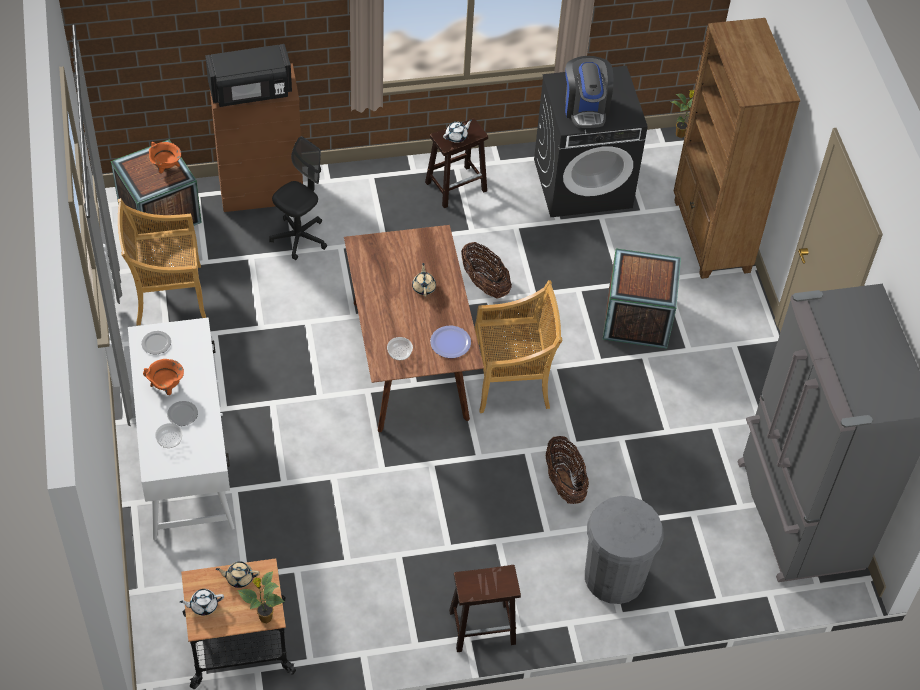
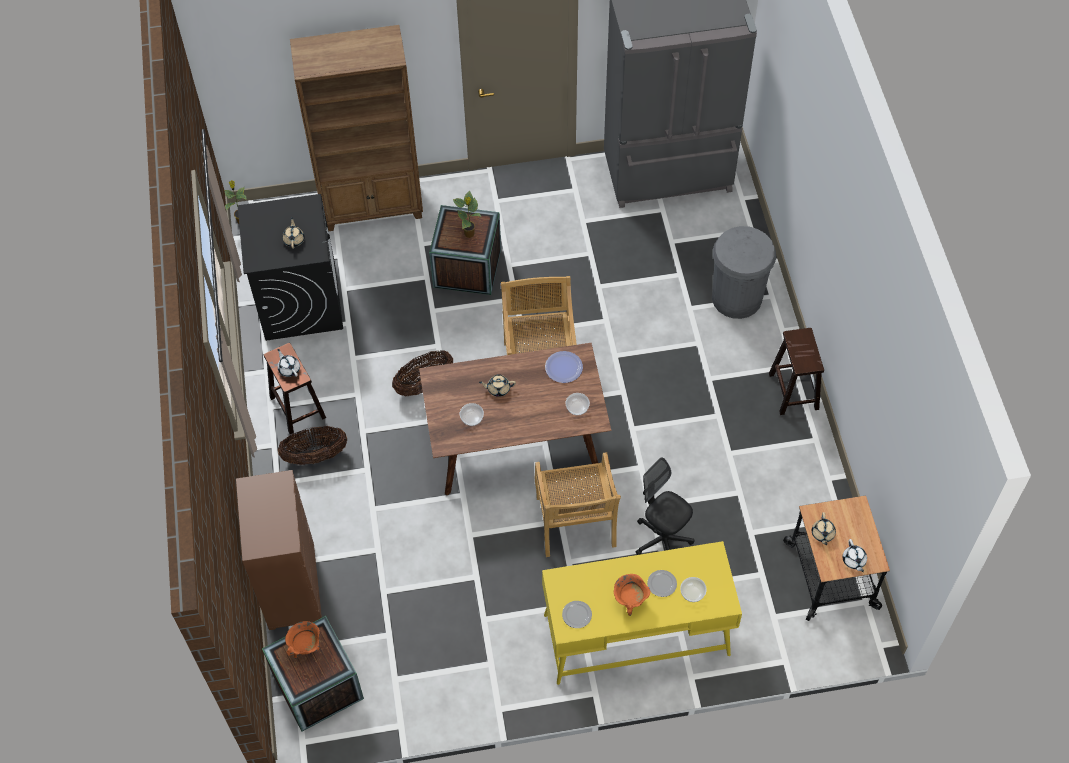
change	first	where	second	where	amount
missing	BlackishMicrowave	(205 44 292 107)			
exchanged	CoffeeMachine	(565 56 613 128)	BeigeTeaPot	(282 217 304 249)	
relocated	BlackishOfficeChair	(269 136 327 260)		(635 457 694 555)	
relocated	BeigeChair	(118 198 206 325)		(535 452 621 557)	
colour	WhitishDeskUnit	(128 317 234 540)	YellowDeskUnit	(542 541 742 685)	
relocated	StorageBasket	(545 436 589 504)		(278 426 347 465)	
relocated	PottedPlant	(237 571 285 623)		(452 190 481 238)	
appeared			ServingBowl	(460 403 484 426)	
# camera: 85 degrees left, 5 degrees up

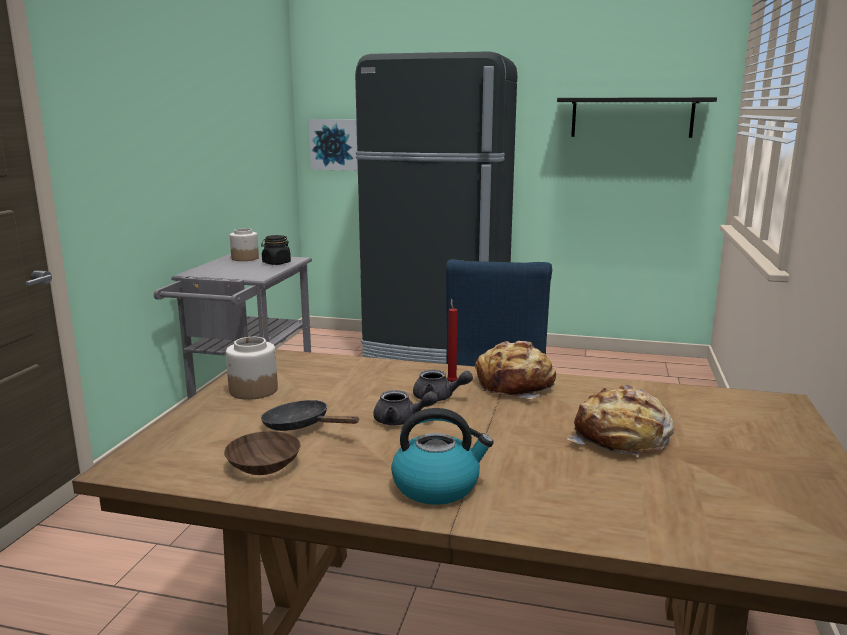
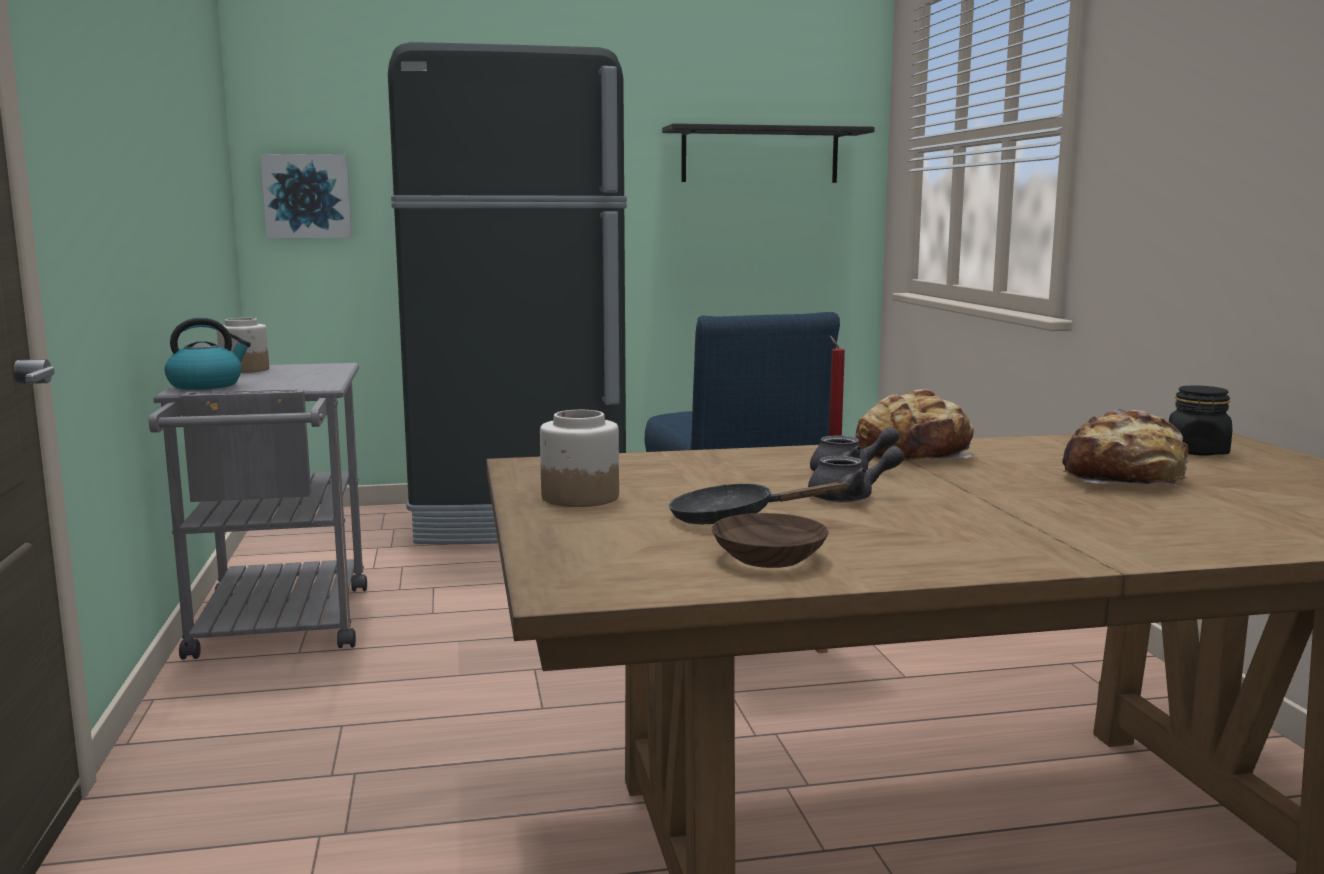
change	first	where	second	where	amount
relocated	BlackishPreserveJar	(261 235 291 265)		(1169 385 1232 456)	
relocated	TeaKettle	(391 408 494 505)		(165 318 251 390)	
# camera: 25 degrees left, 5 degrees down

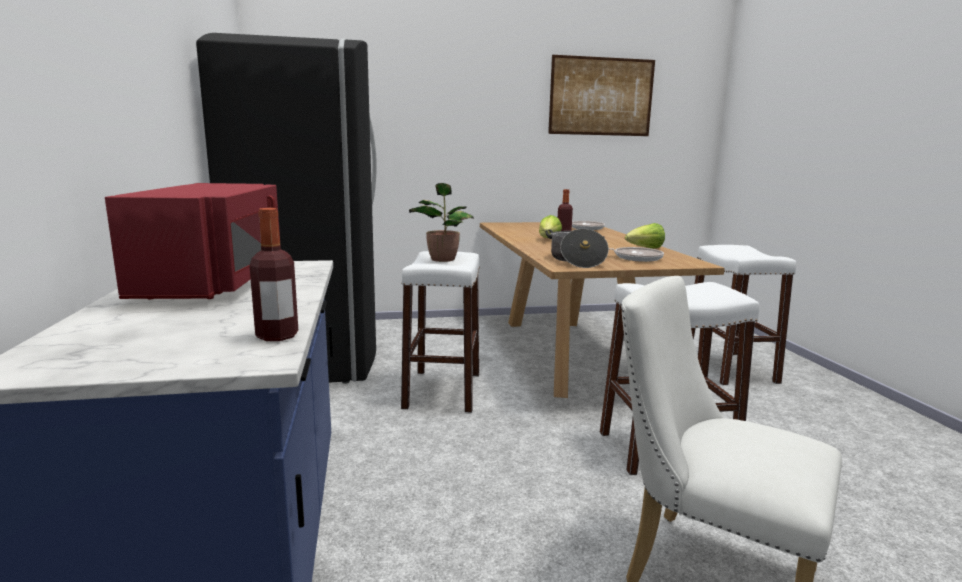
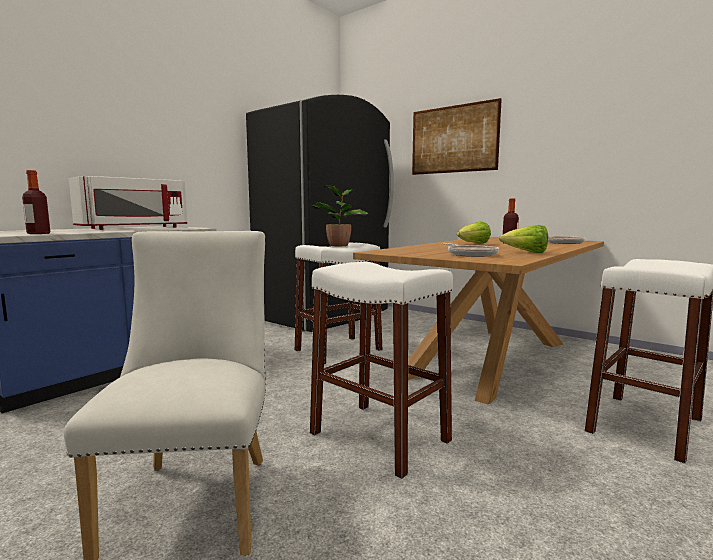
change	first	where	second	where	amount
relocated	WallPicture	(548 55 655 136)		(412 98 502 175)	
colour	RedColouredMicrowave	(105 183 281 300)	WhitishMicrowave	(69 176 188 230)	
missing	Stockpot	(546 229 609 268)			
# camera: 50 degrees right, 5 degrees down

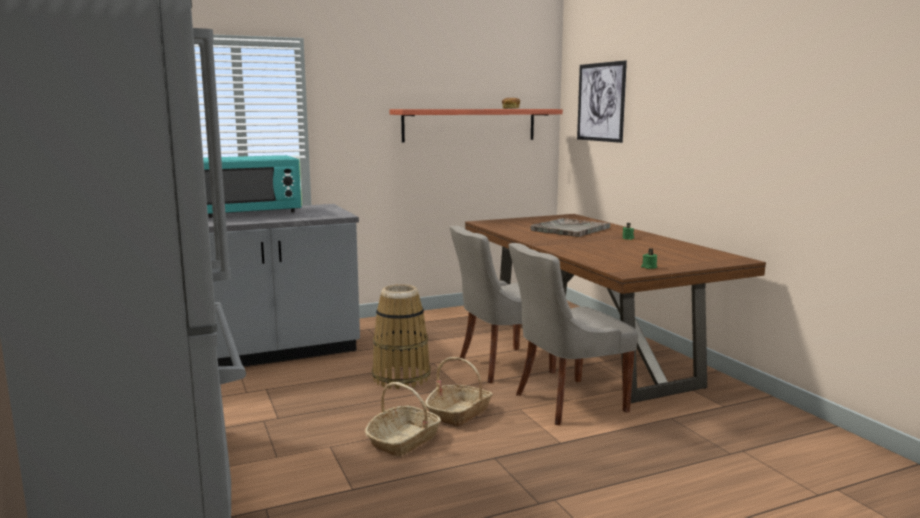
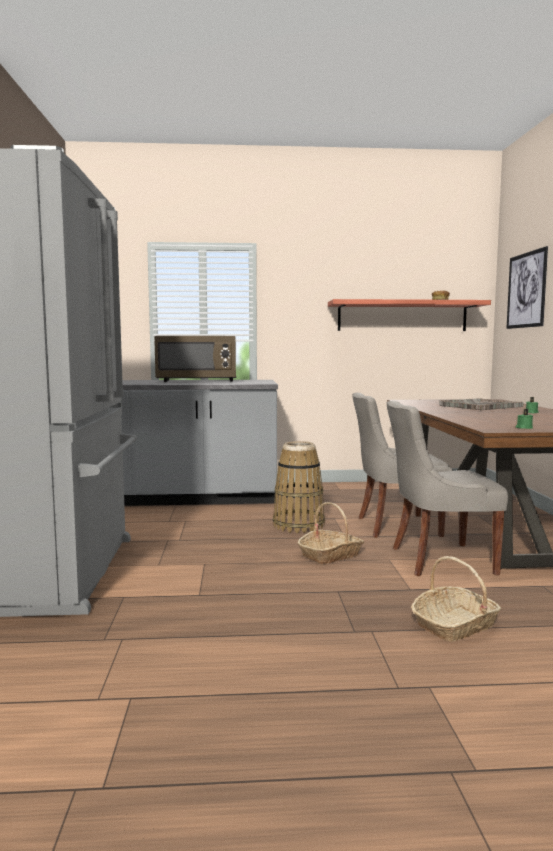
change	first	where	second	where	amount
colour	TurquoiseColouredMicrowave	(203 155 301 218)	BrownColouredMicrowave	(154 336 236 382)	
relocated	StorageBasket	(365 382 441 456)		(411 556 501 642)	
# camera: 20 degrees right, 5 degrees down

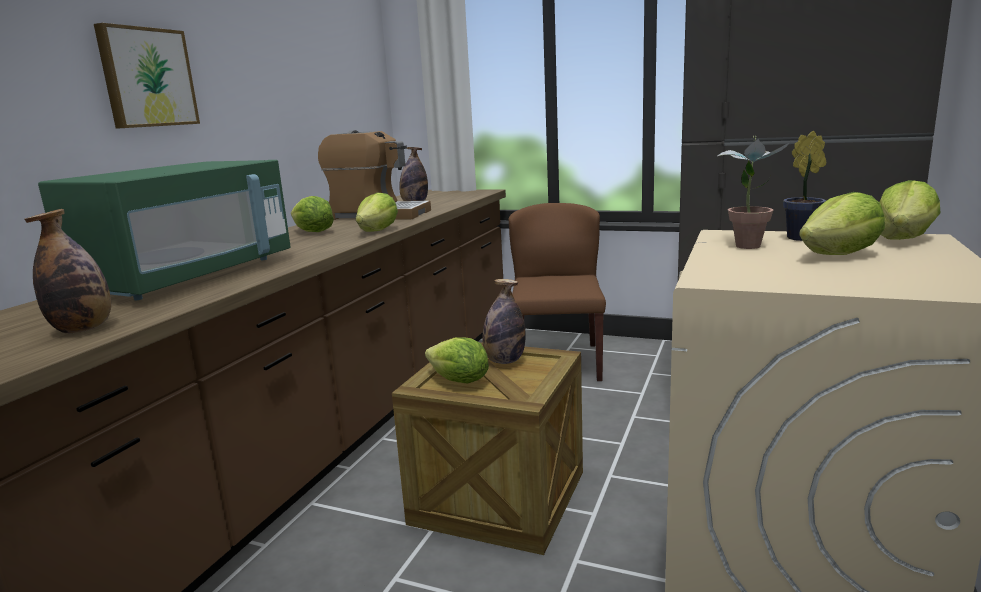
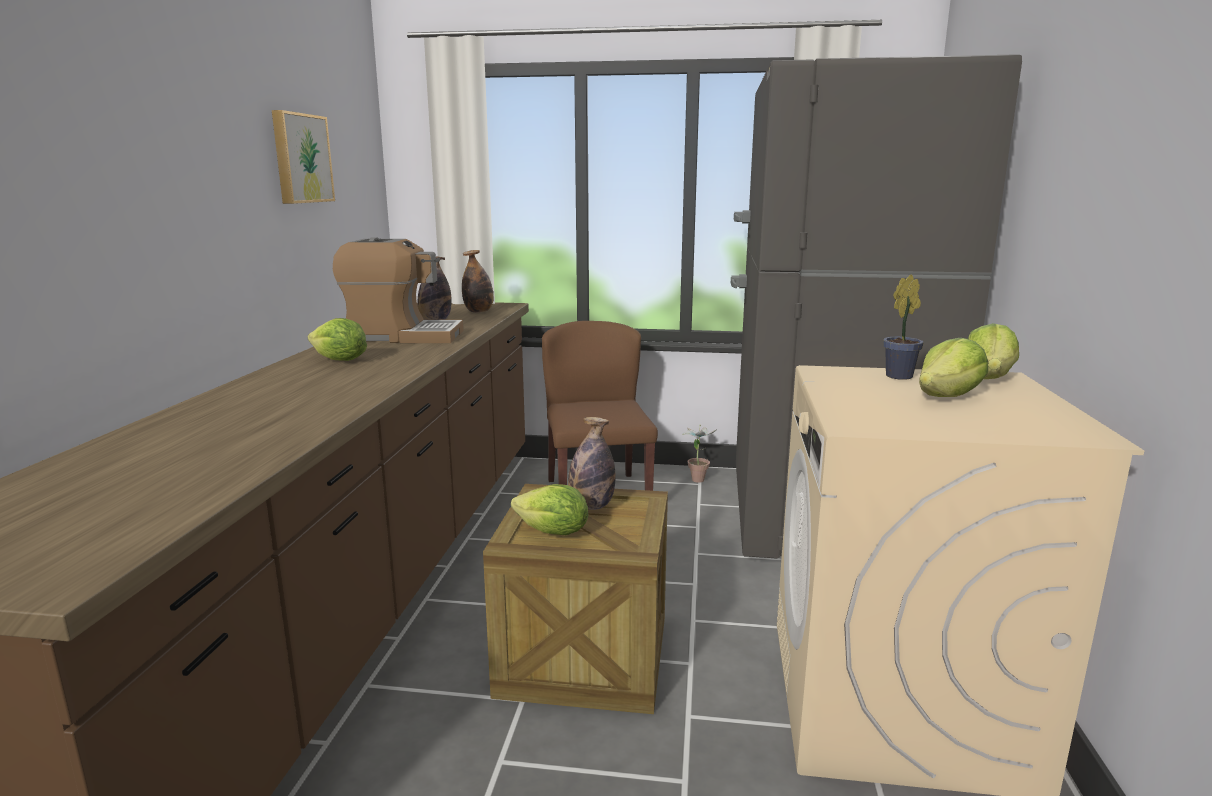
change	first	where	second	where	amount
relocated	WallPicture	(94 23 200 129)		(272 110 335 204)	
relocated	PottedPlant	(717 136 790 249)		(682 424 716 483)	
missing	GreenishMicrowave	(38 160 291 300)			
missing	LettuceHead	(356 193 398 232)			
relocated	Bottle	(25 209 111 333)		(462 250 494 313)	
# camera: 15 degrees left, 0 degrees up

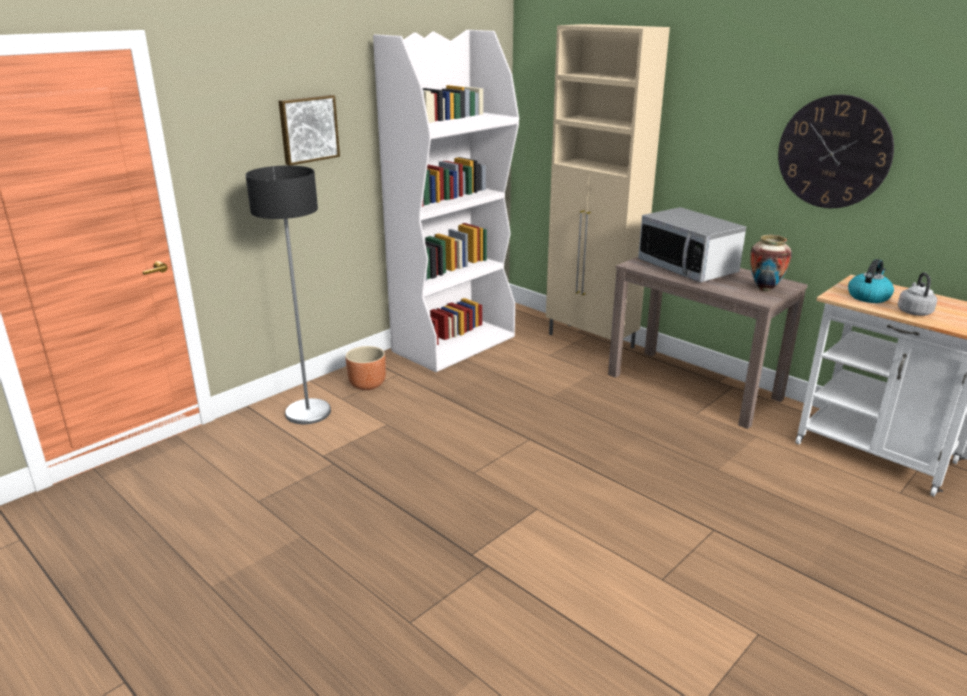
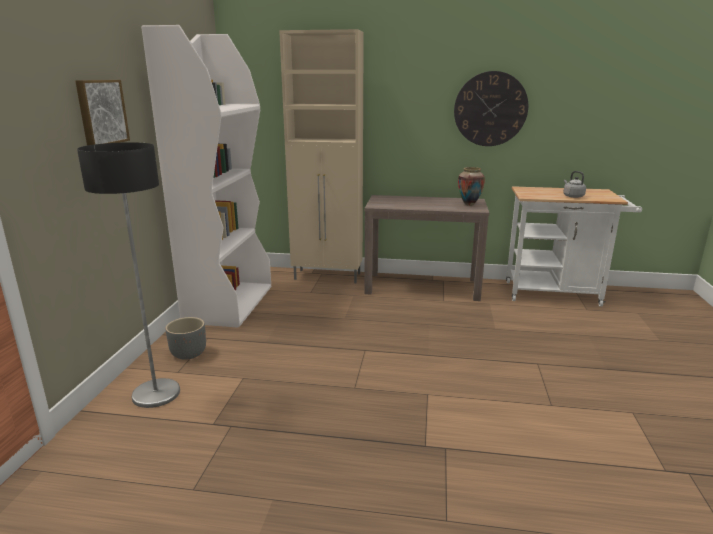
change	first	where	second	where	amount
missing	Microwave	(638 207 746 282)			
missing	TeaKettle	(848 259 894 303)			
colour	BrownColouredPlantPot	(346 346 386 390)	GreyishPlantPot	(166 317 206 360)	
# camera: 35 degrees left, 5 degrees down

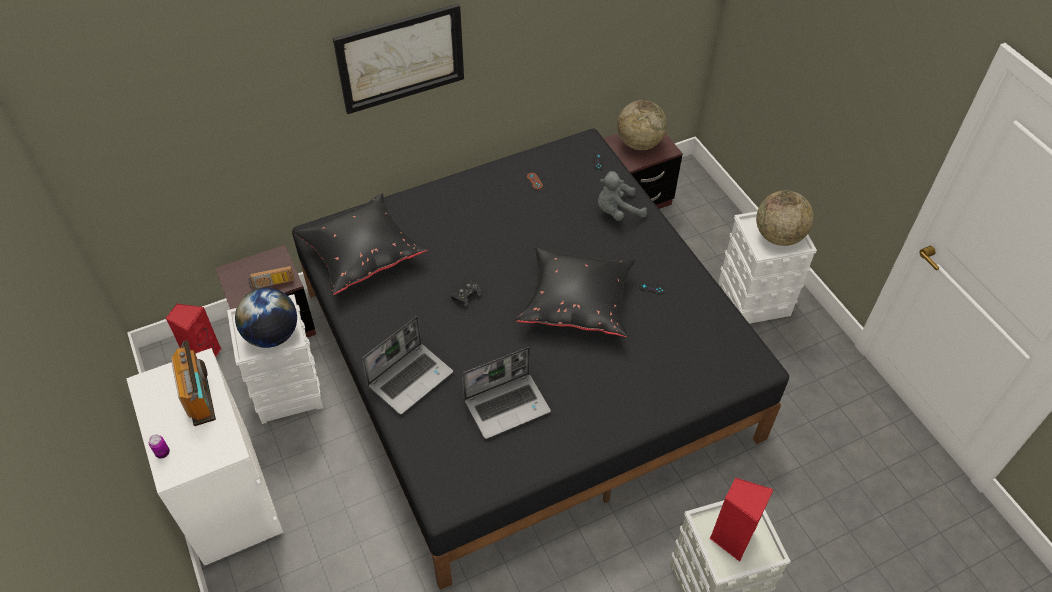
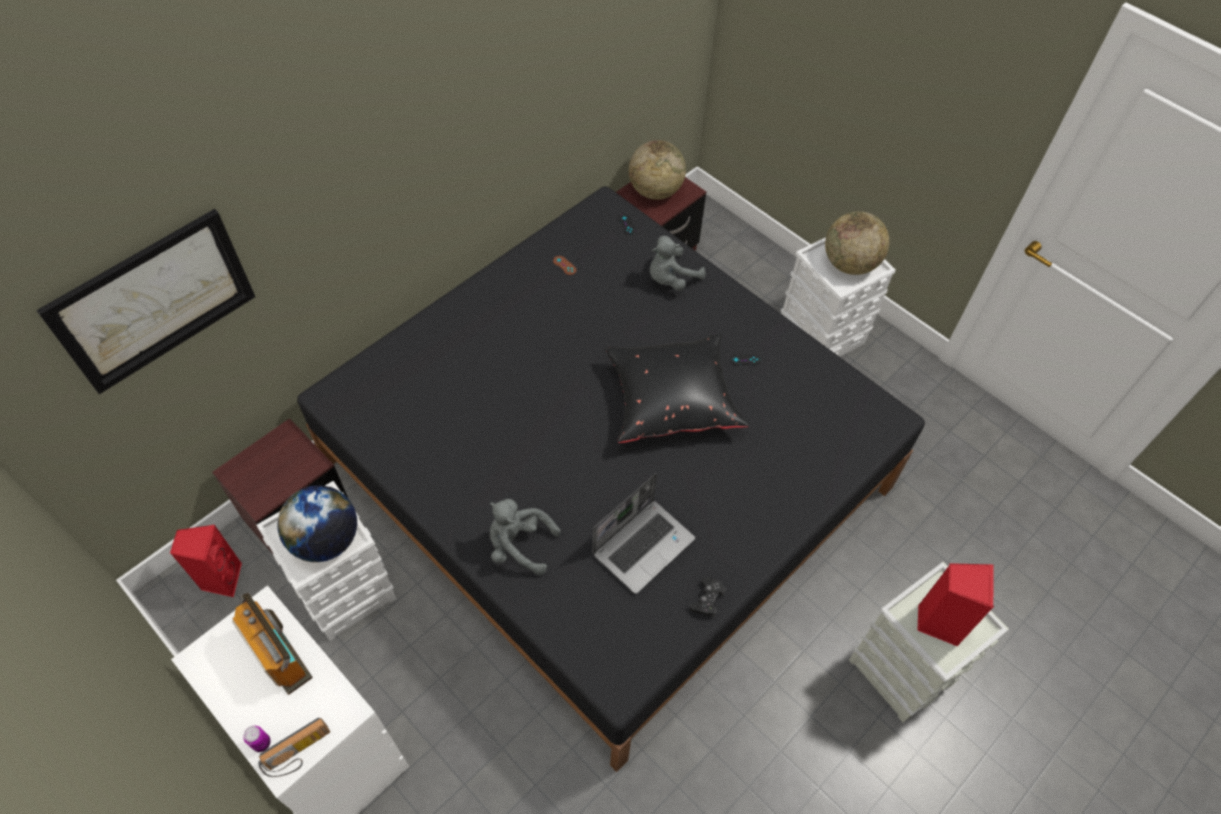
change	first	where	second	where	amount
relocated	WallPicture	(333 4 464 114)		(36 209 255 394)	
missing	BlackishPillow	(295 194 428 295)			
relocated	RadioReceiver	(248 266 295 290)		(258 718 330 777)	
relocated	BlackishJoypad	(451 281 481 307)		(690 577 726 617)	
exchanged	Laptop	(362 316 453 415)	GreyishSoftToy	(490 499 561 575)	
# camera: 20 degrees left, 5 degrees up

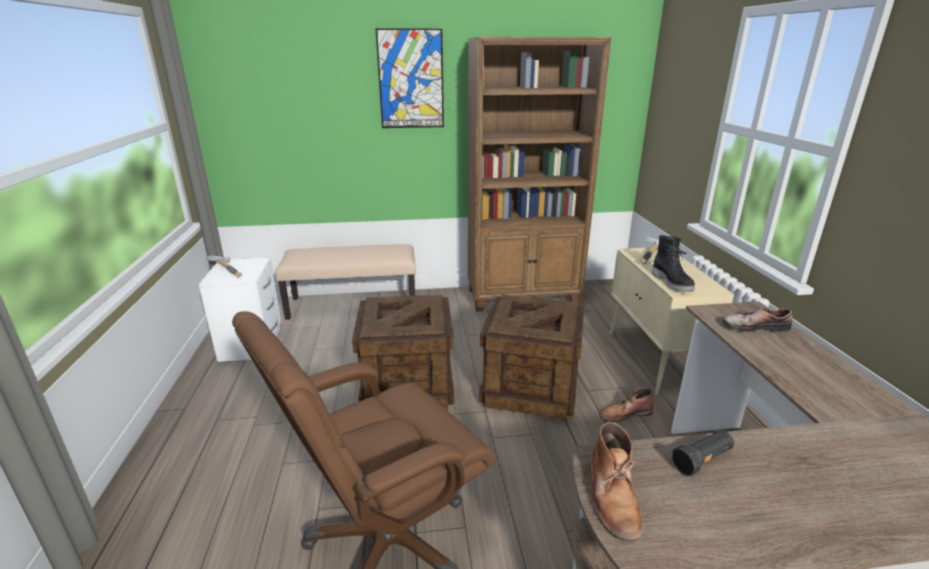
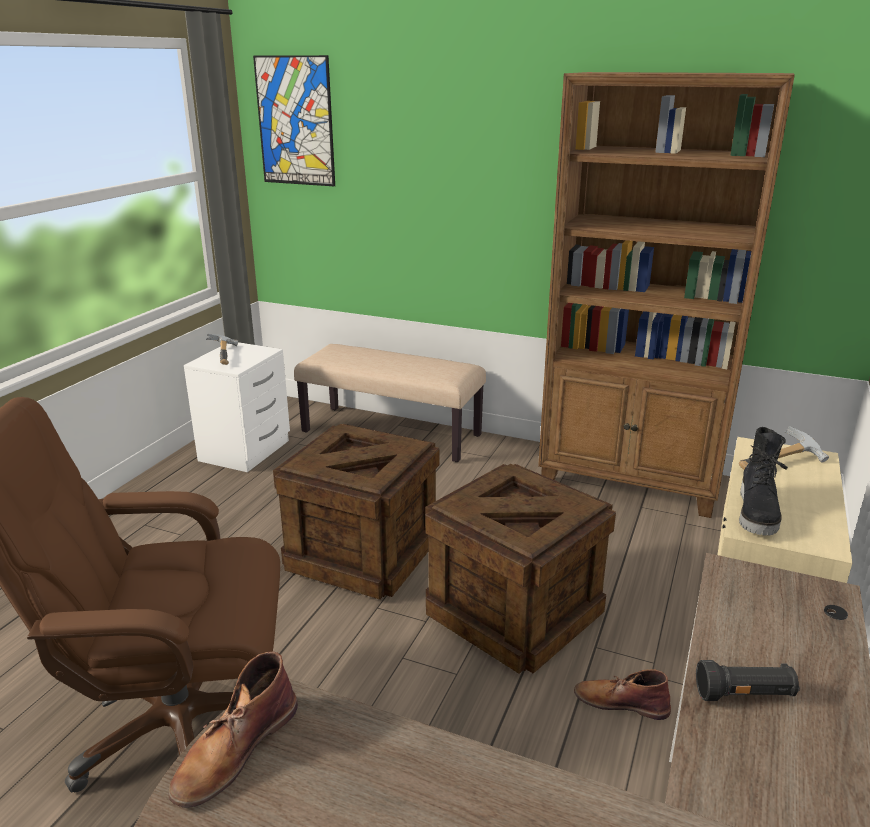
change	first	where	second	where	amount
relocated	WallPicture	(375 28 444 128)		(253 55 335 186)	
missing	LowShoe	(723 307 793 332)			
relocated	BlackishHandTorch	(671 429 734 476)		(696 660 800 701)	
# camera: 30 degrees right, 0 degrees up

